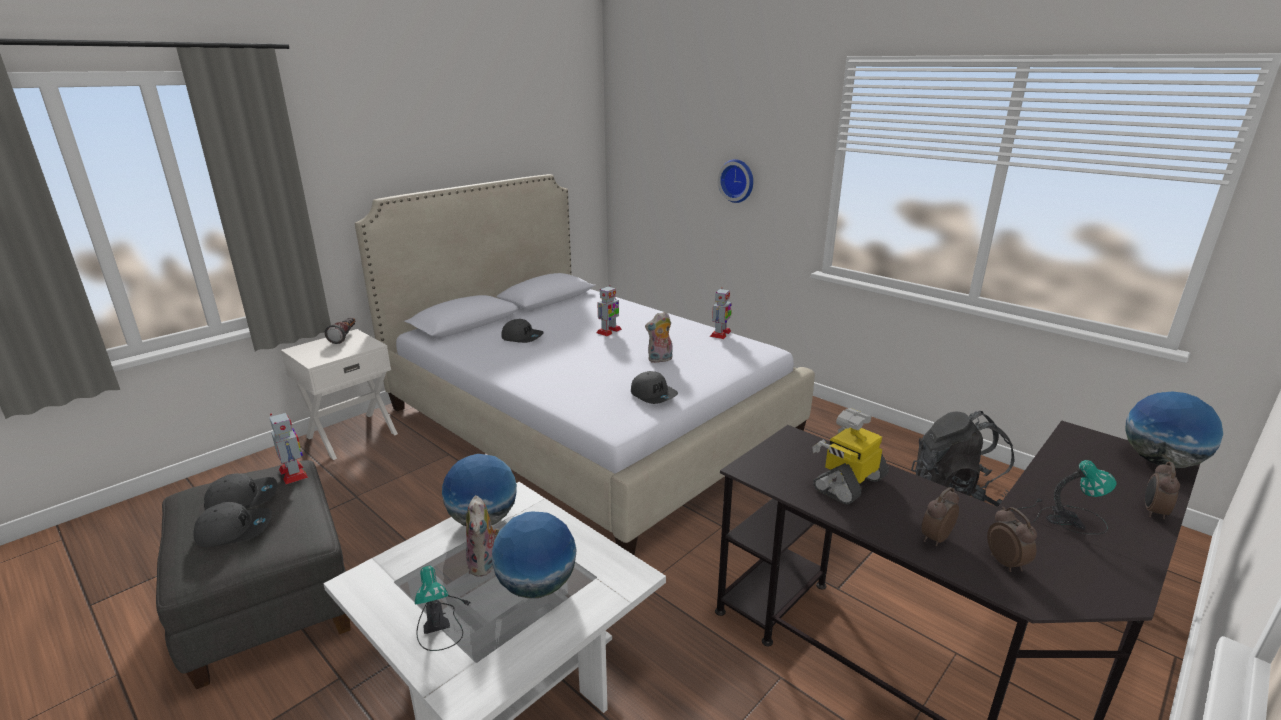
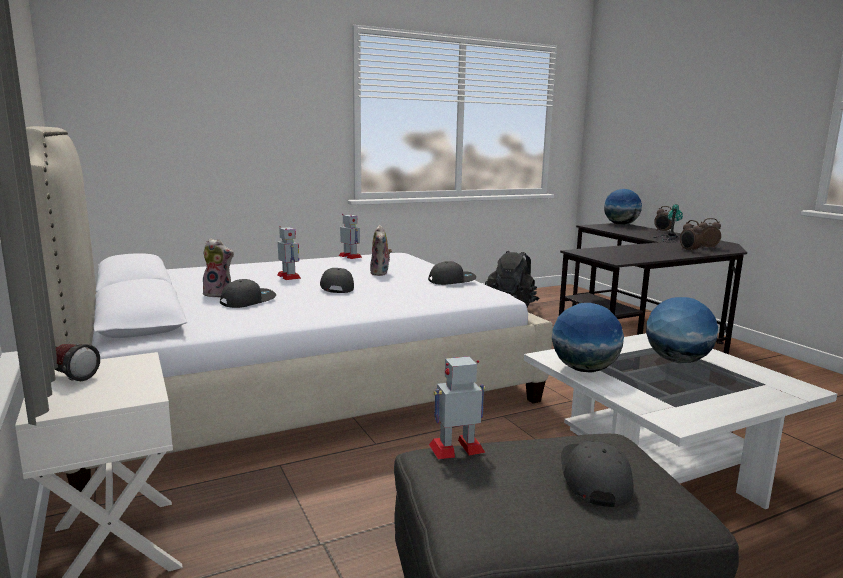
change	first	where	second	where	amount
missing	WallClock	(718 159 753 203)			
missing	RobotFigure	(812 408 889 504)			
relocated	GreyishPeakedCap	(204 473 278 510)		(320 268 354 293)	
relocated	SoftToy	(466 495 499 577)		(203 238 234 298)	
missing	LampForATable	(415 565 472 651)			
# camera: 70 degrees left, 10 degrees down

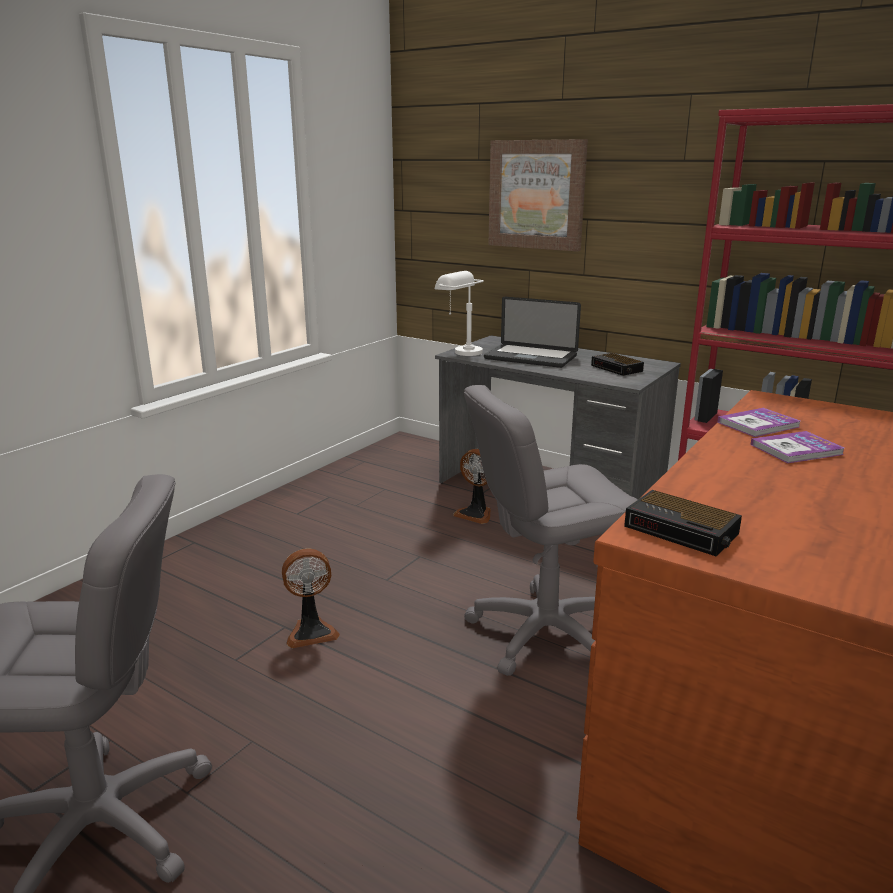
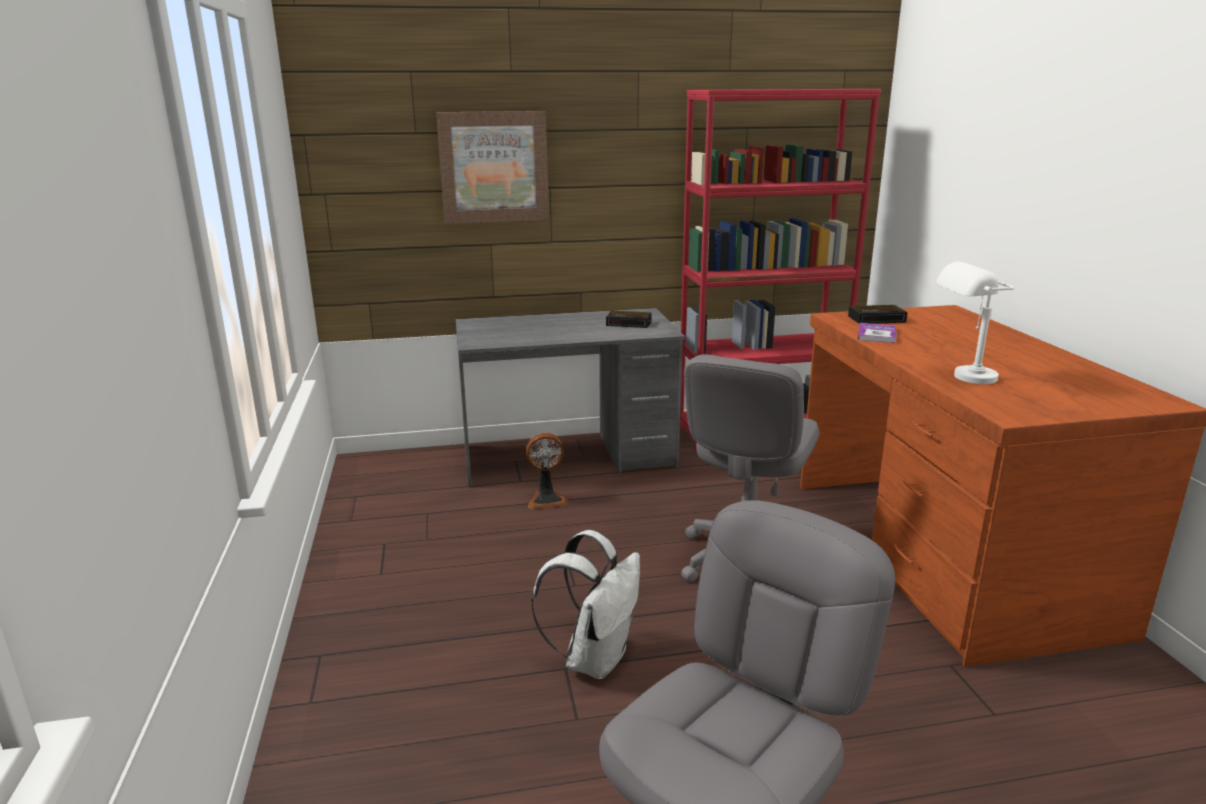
change	first	where	second	where	amount
relocated	WhitishLampForATable	(435 271 484 356)		(936 261 1015 384)	
missing	Laptop	(484 297 581 368)			
missing	Book	(750 431 845 463)			
relocated	TableClock	(624 490 742 556)		(848 305 908 324)	
exchanged	Fan	(282 548 340 648)	WhitishRucksack	(532 530 640 679)	
# camera: 45 degrees left, 0 degrees up

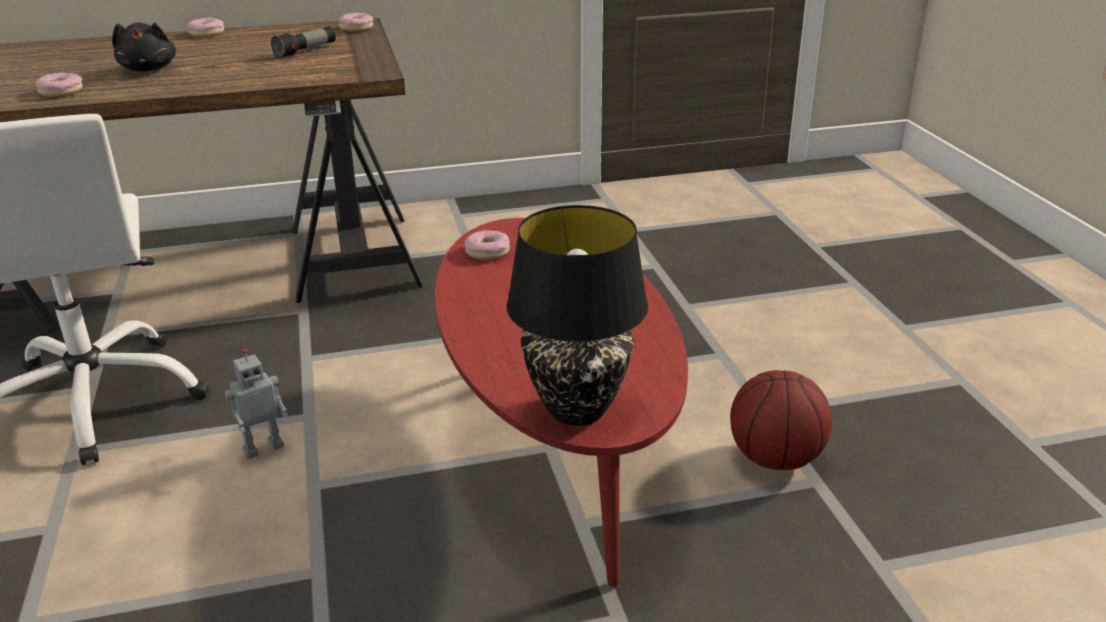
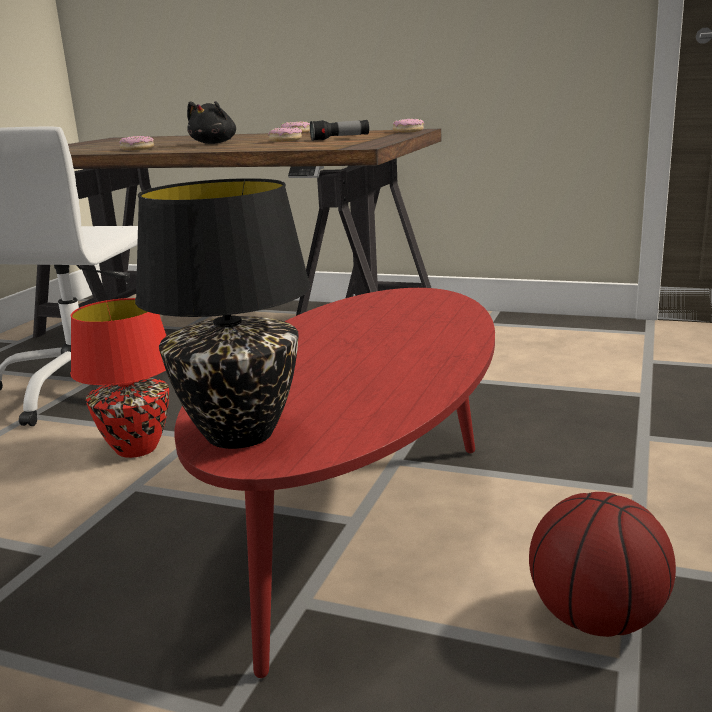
change	first	where	second	where	amount
relocated	Doughnut	(465 230 510 260)		(268 127 302 142)	
exchanged	RobotFigure	(225 349 288 459)	RedColouredLampForATable	(70 298 169 458)	
# camera: 35 degrees right, 10 degrees down

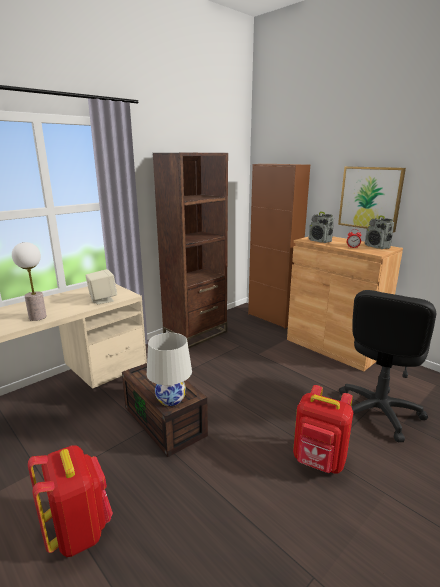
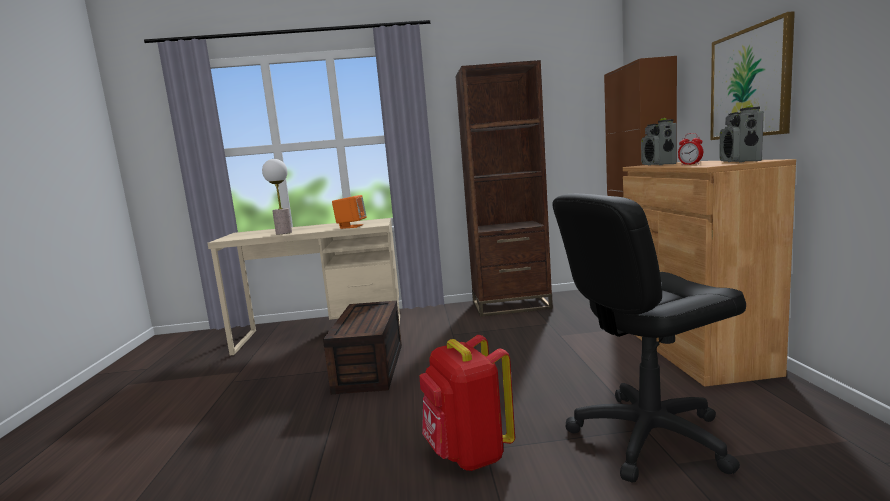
change	first	where	second	where	amount
colour	BeigeLoudspeaker	(85 269 117 304)	OrangeyLoudspeaker	(332 195 366 229)	
missing	WhitishLampForATable	(147 333 192 406)			
missing	RedColouredRucksack	(28 445 113 557)			
# camera: 40 degrees right, 10 degrees down

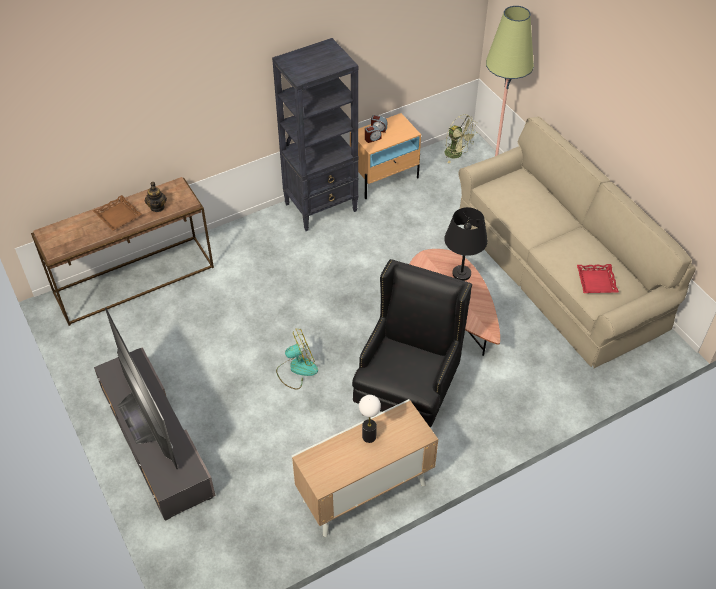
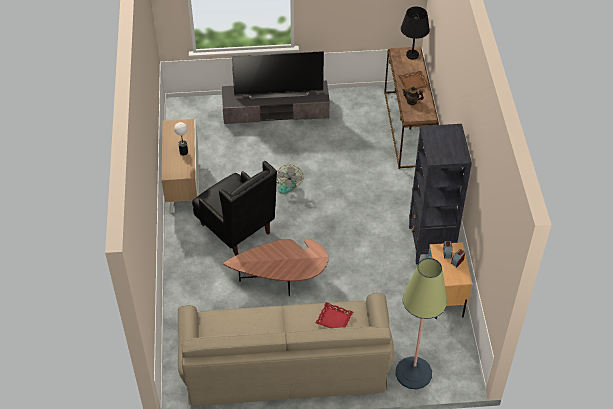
change	first	where	second	where	amount
missing	GreenishFan	(444 114 477 163)			
relocated	BlackishLampForATable	(444 207 488 281)		(401 7 430 59)	
relocated	RedColouredServingTray	(577 264 619 293)		(315 302 353 328)	
# camera: 115 degrees right, 0 degrees up

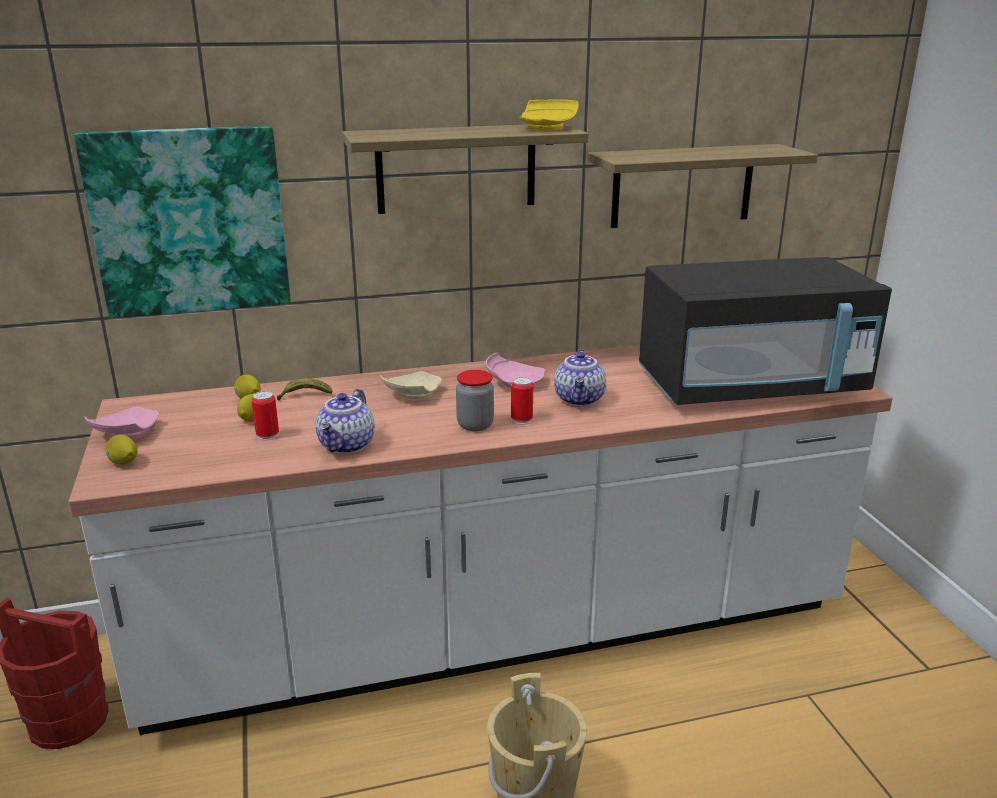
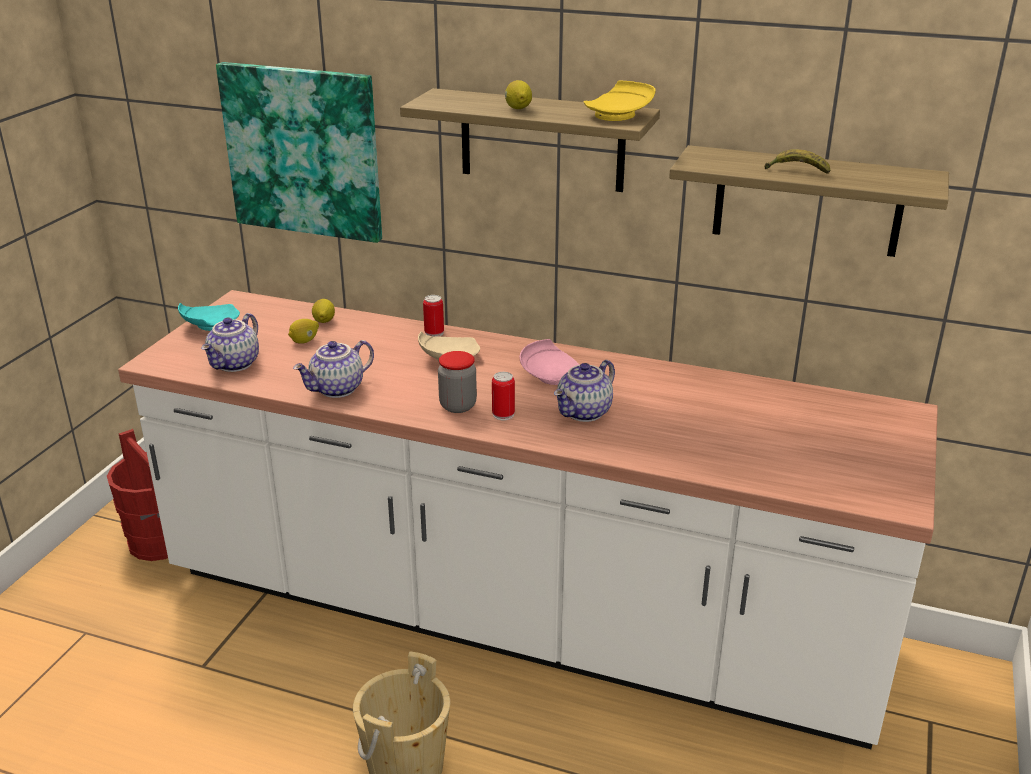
change	first	where	second	where	amount
missing	BlackishMicrowave	(639 257 892 405)			
relocated	BananaFruit	(277 378 332 401)		(764 149 830 174)	
relocated	Can	(252 391 279 440)		(423 295 444 337)	
colour	PinkColouredDinnerPlate	(85 407 159 438)	TurquoiseColouredDinnerPlate	(178 303 240 331)	
relocated	CitrusFruit	(105 435 138 465)		(505 80 532 109)	
appeared			TeaPot	(201 313 259 372)	
# camera: 35 degrees right, 5 degrees up

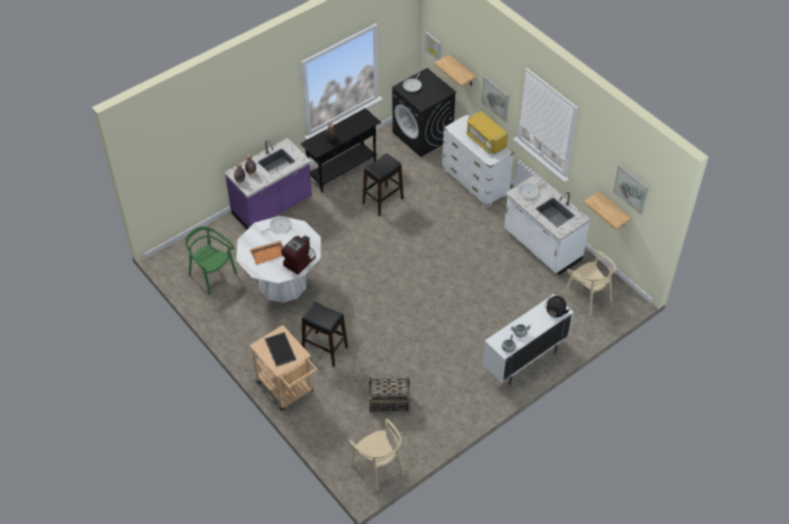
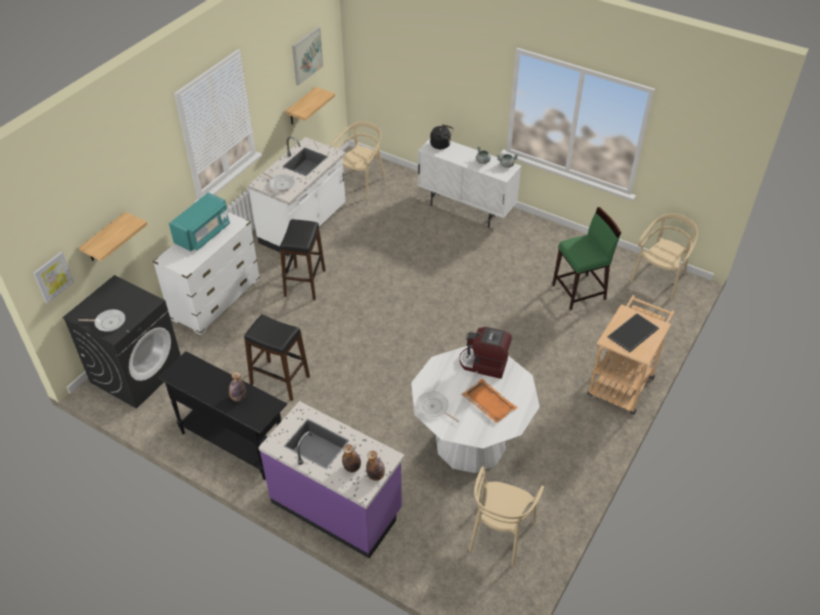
change	first	where	second	where	amount
missing	WallPicture	(482 76 509 122)			
colour	YellowMicrowave	(466 111 508 155)	TurquoiseColouredMicrowave	(169 193 230 251)	
colour	GreenishChair	(185 226 237 295)	BeigeChair	(469 466 544 566)	
relocated	BlackishStool	(302 302 348 366)		(280 219 325 300)	
exchanged	StorageBasket	(368 375 411 413)	GreenishStool	(552 207 621 310)	
# camera: 110 degrees left, 5 degrees down

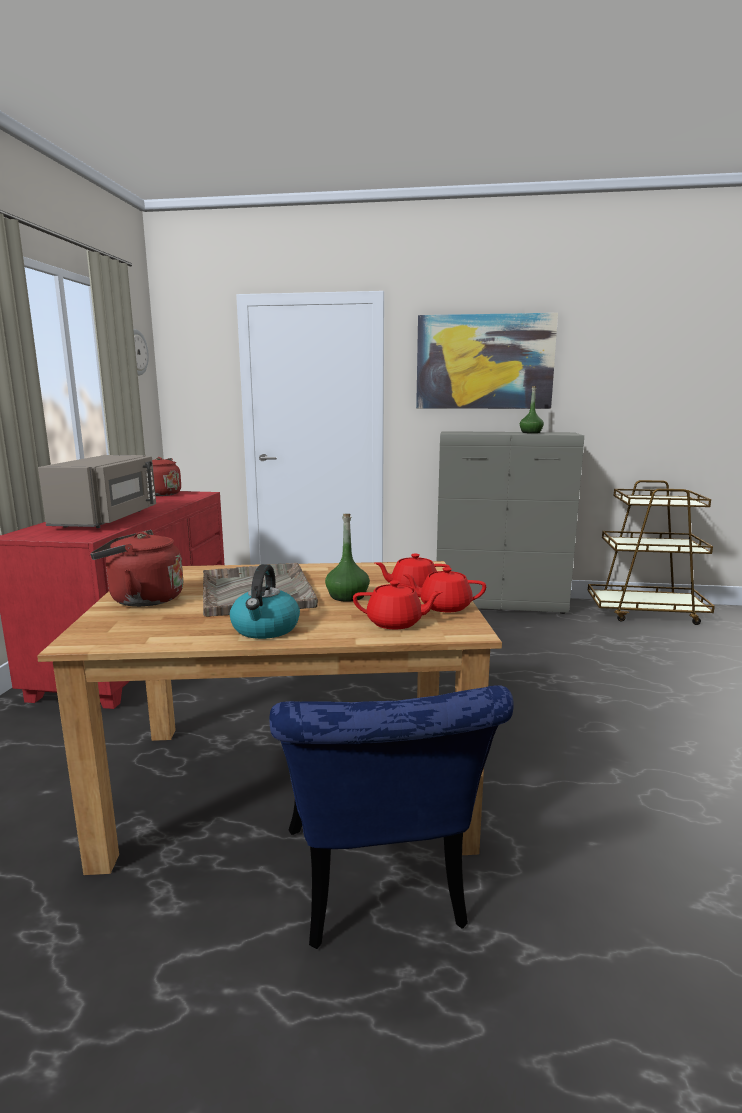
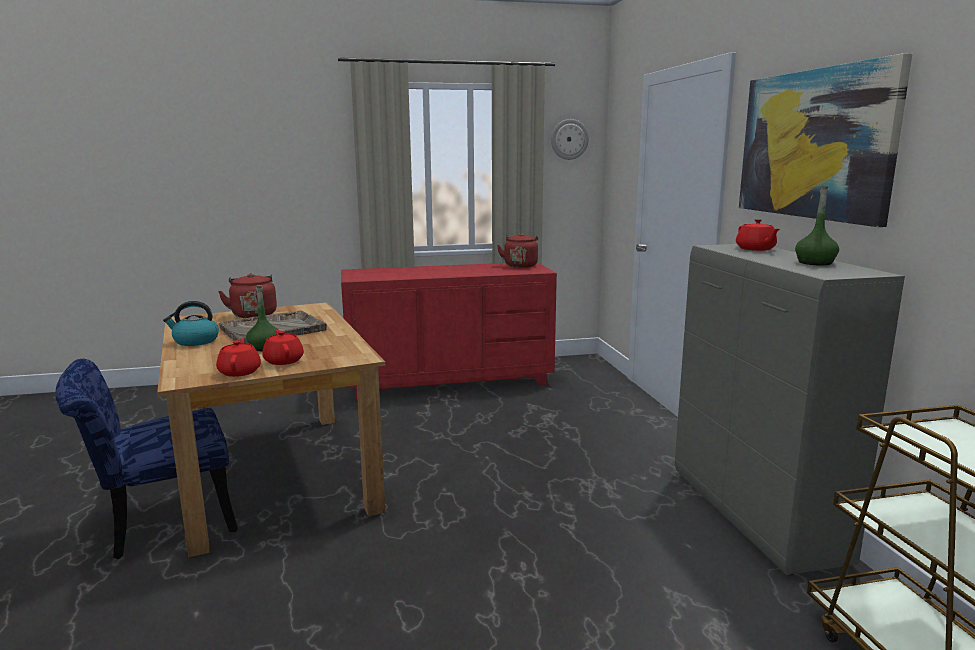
change	first	where	second	where	amount
missing	GreyishMicrowave	(38 455 156 528)			
relocated	RedColouredTeaPot	(353 580 443 629)		(736 219 780 251)	
# camera: 70 degrees right, 0 degrees up

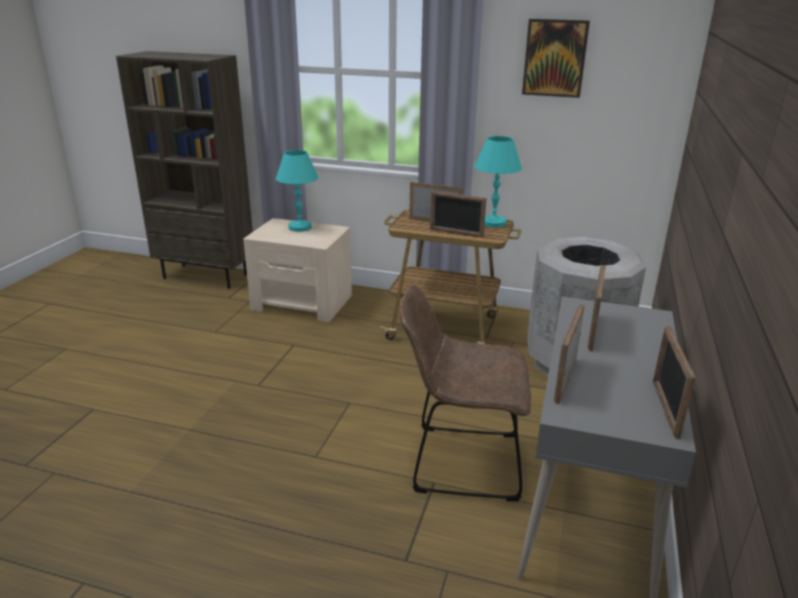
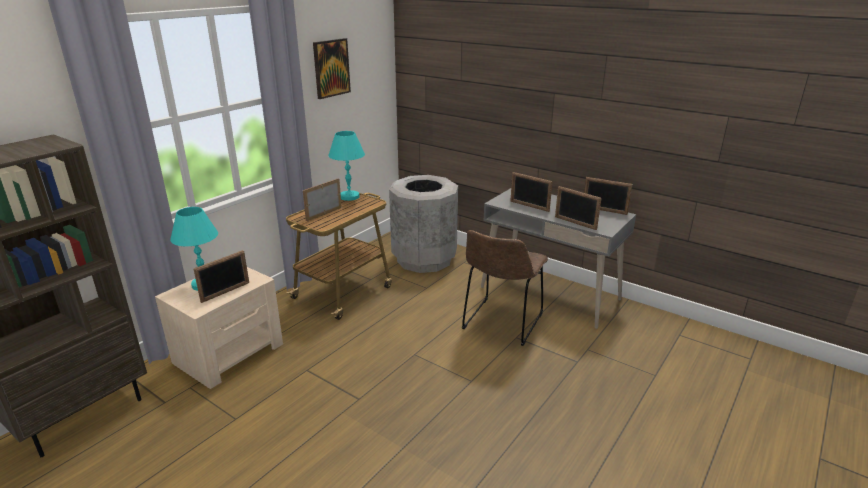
change	first	where	second	where	amount
relocated	PictureFrame	(430 191 487 238)		(194 250 249 303)	
# camera: 70 degrees left, 0 degrees up

